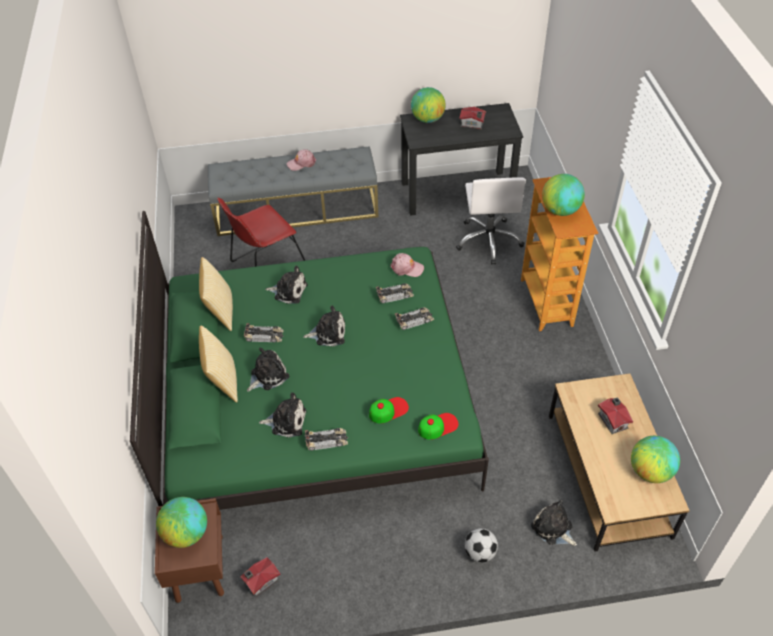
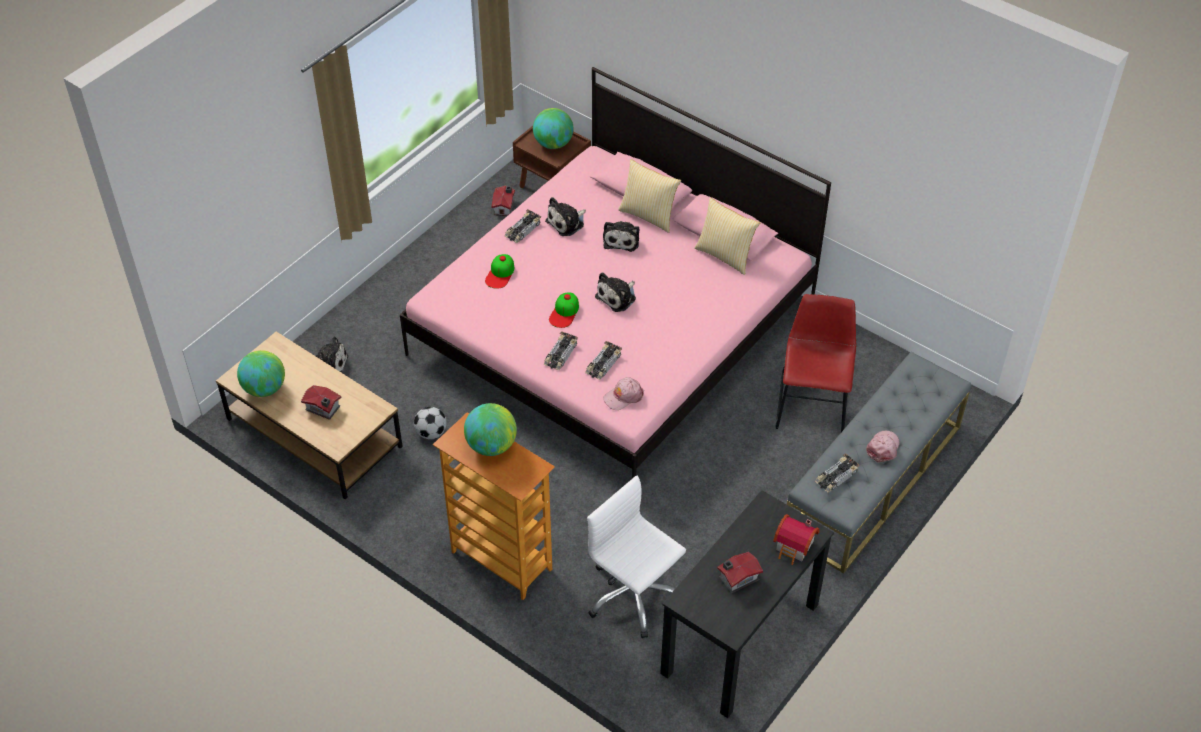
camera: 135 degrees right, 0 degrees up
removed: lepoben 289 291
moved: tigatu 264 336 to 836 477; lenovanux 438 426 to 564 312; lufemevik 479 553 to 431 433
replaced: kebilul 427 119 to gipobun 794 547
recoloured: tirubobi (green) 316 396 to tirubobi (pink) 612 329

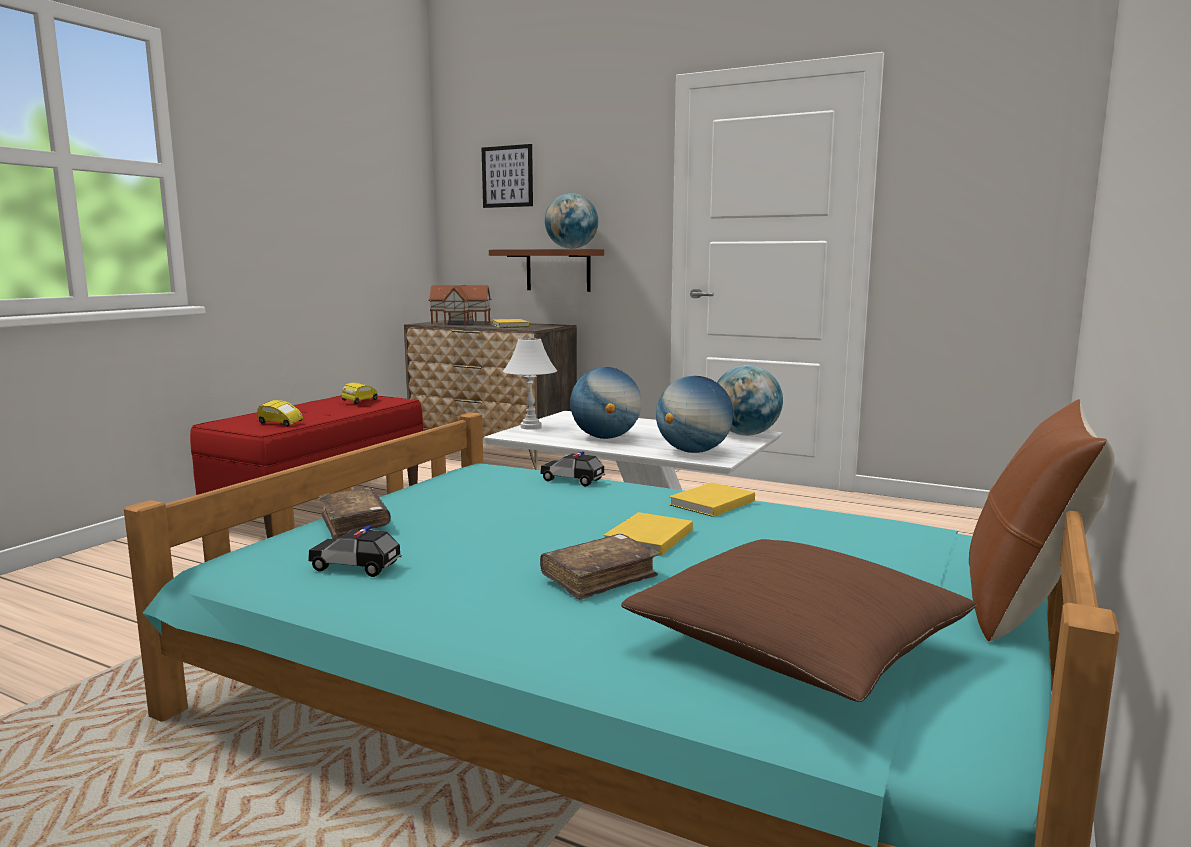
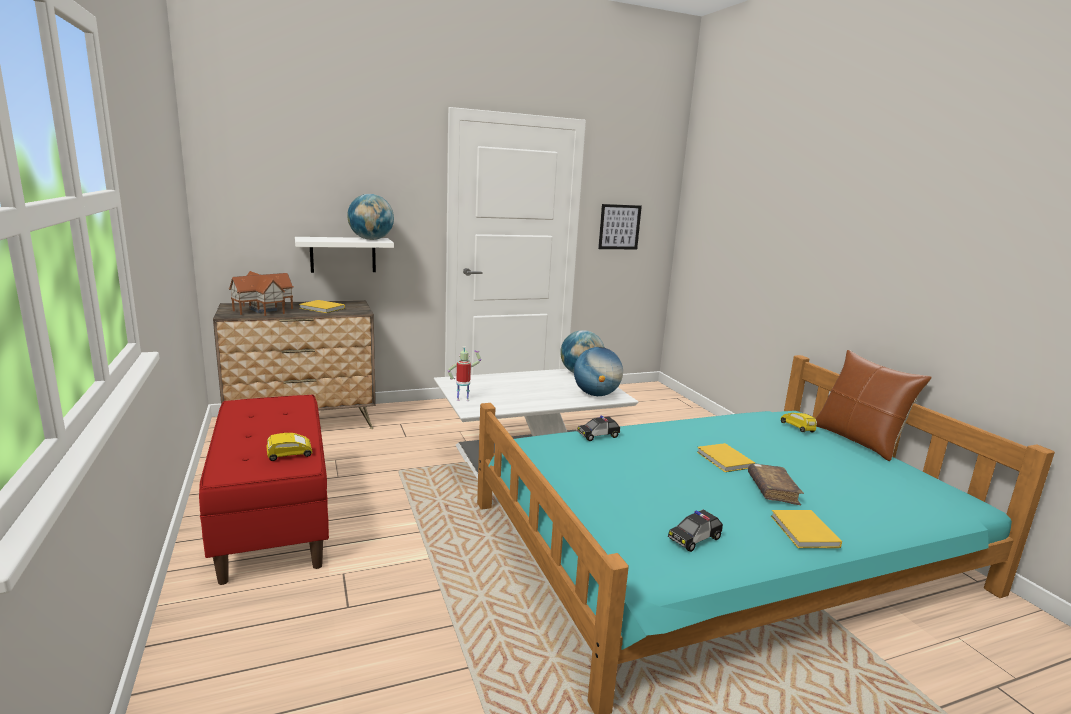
camera: 50 degrees left, 5 degrees up
removed: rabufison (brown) 354 523; kebilul 605 437; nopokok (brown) 797 645
moved: tigatu (yellow) 361 401 to 797 428; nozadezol 507 176 to 619 227; rabufison (yellow) 709 503 to 804 532
replaced: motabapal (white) 531 427 to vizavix 463 399
recoloured: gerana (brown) 558 270 to gerana (white) 343 254

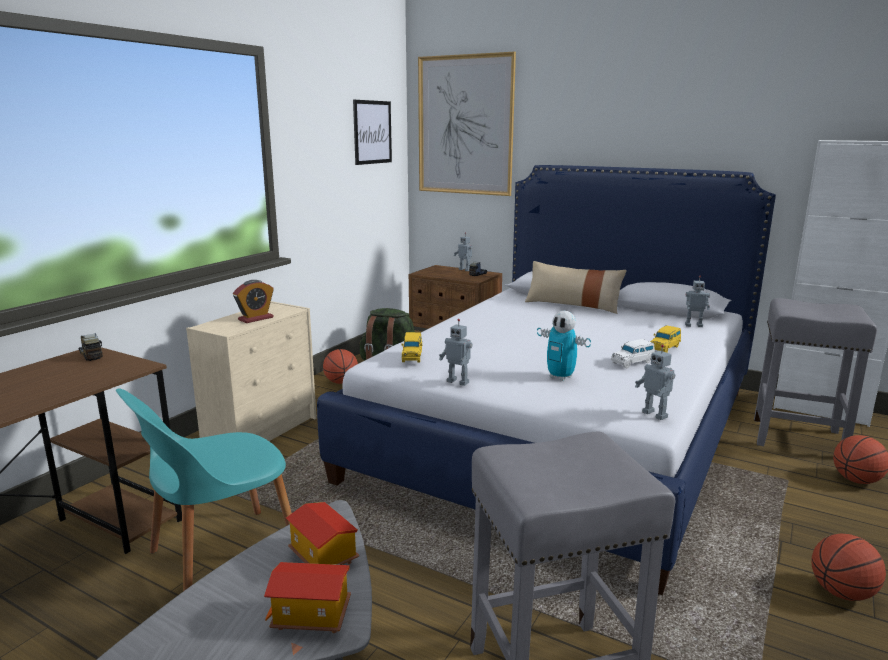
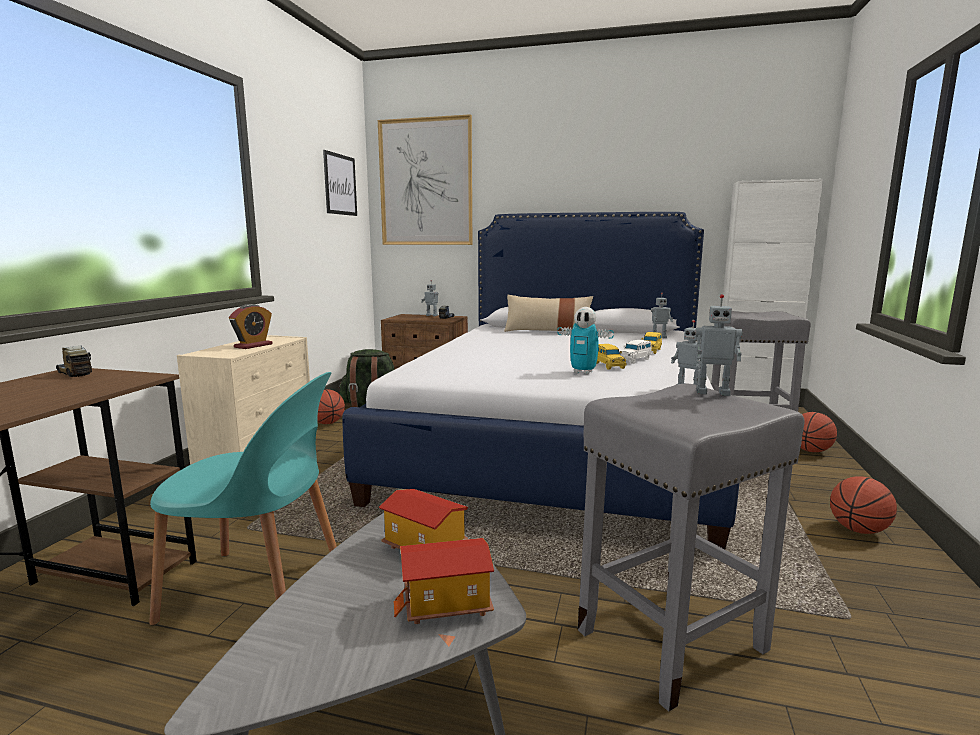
camera: 15 degrees left, 5 degrees down
moved: tigatu (yellow) 412 356 to 608 365; vizavix 458 382 to 712 392
turned: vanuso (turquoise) 220 557 = 258 590 120 degrees counterclockwise

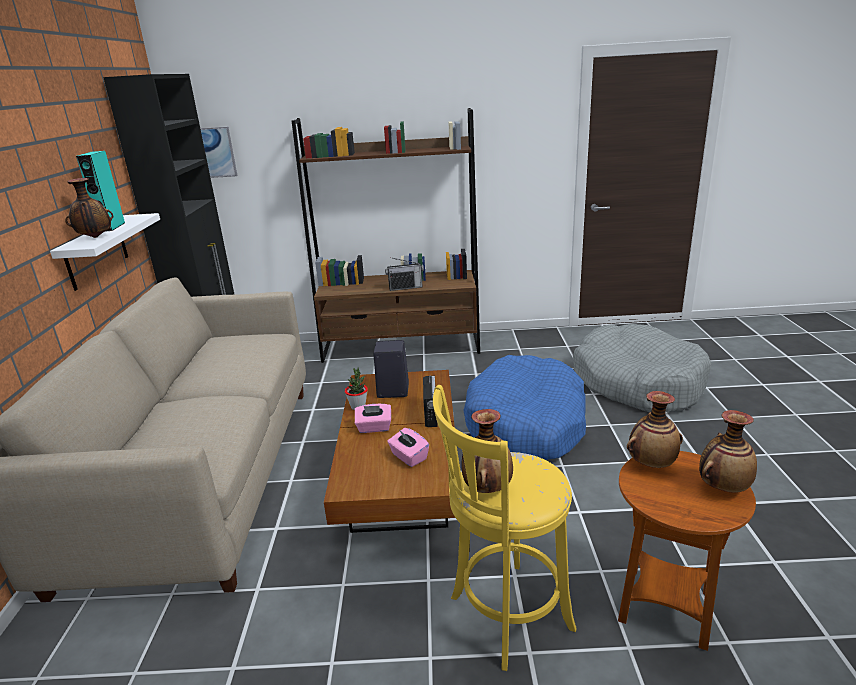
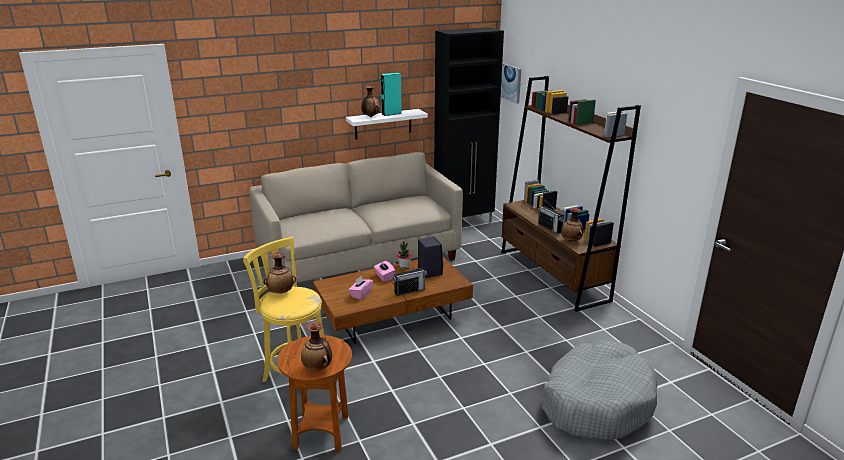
camera: 65 degrees right, 0 degrees up
removed: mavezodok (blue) 526 424
moved: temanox 651 463 to 571 241

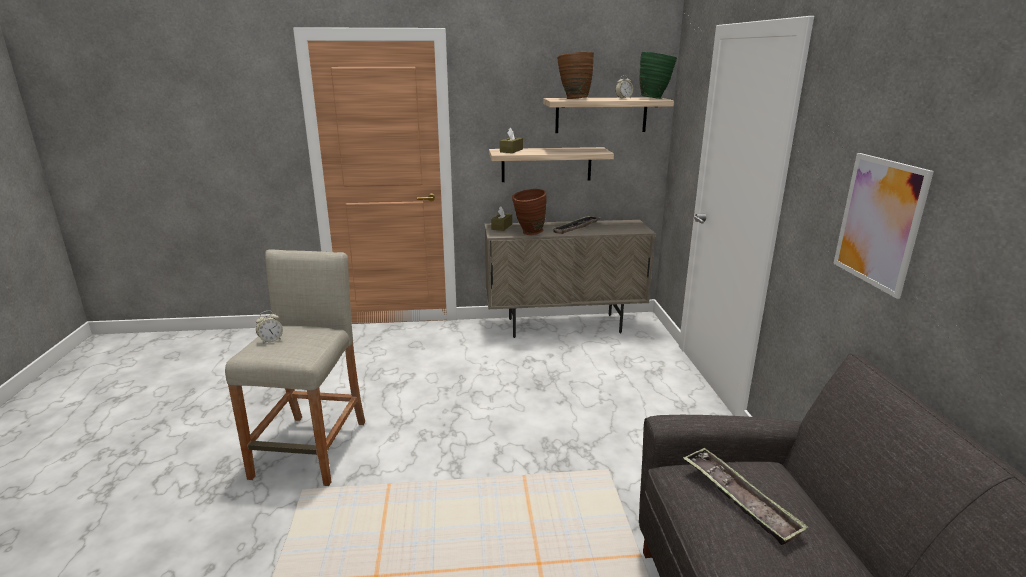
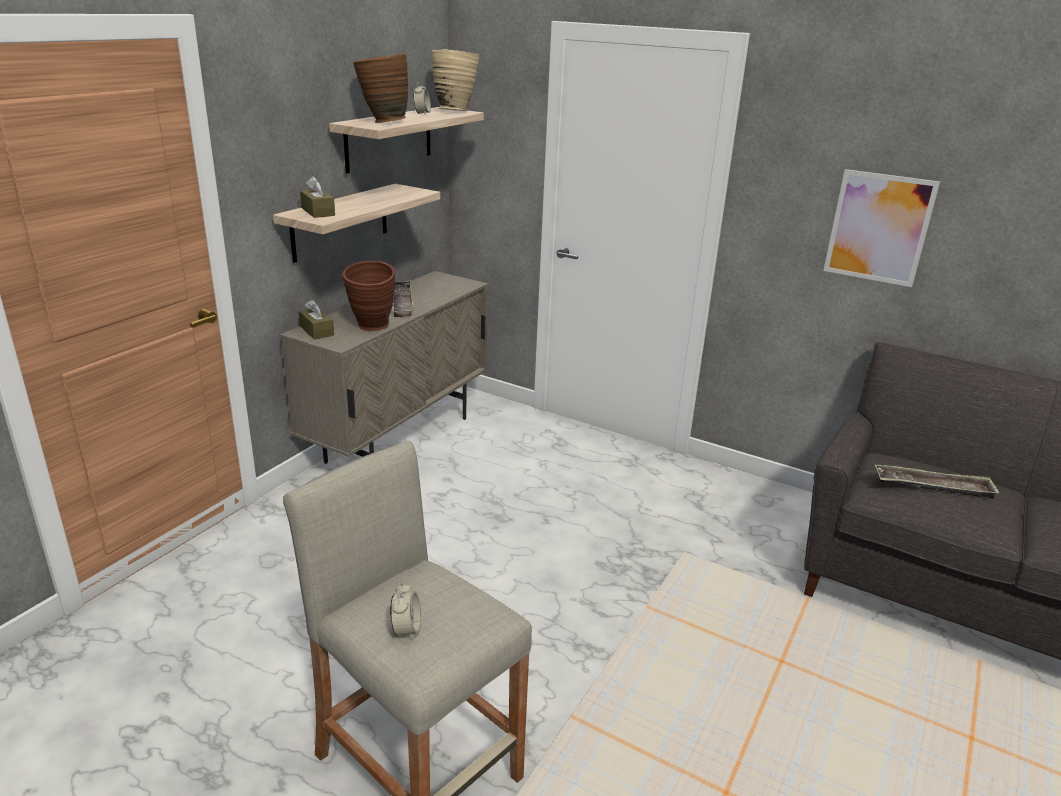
camera: 55 degrees left, 5 degrees up
recoloured: temanox (green) 655 98 to temanox (beige) 454 111

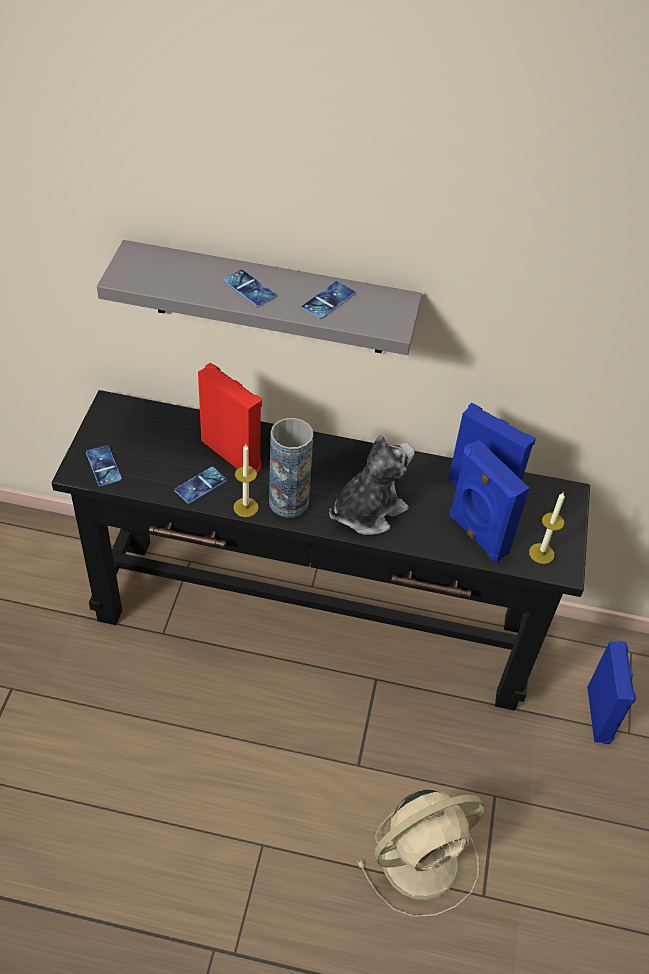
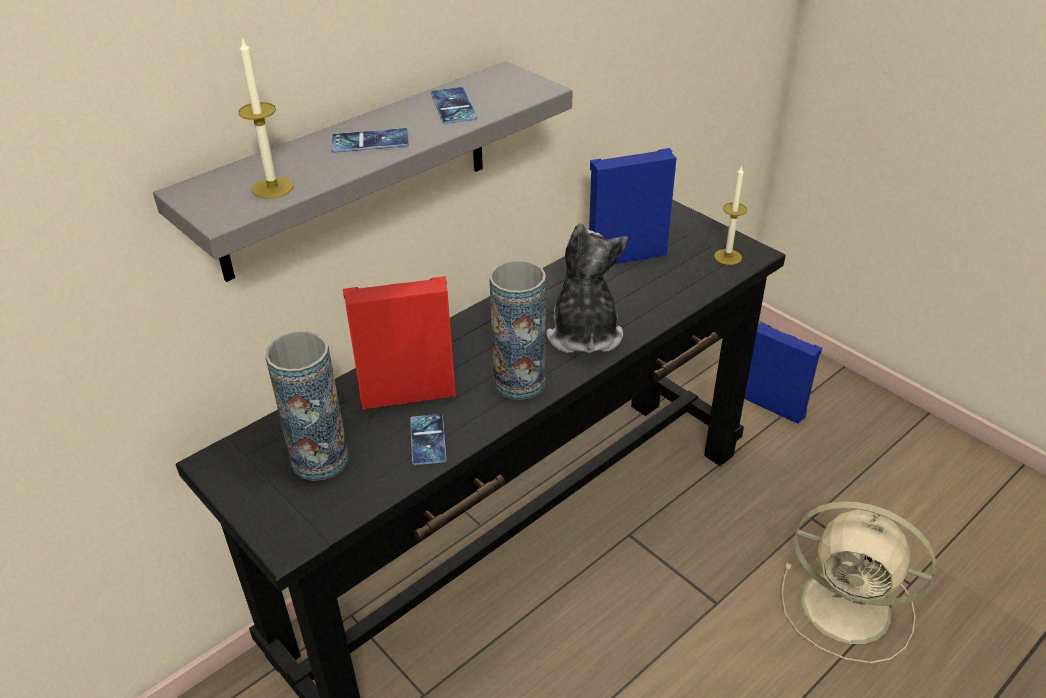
camera: 50 degrees left, 10 degrees down
removed: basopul 103 466; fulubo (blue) 476 535
added: temanox 320 459
moved: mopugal 245 507 to 272 188
turned: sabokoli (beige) 423 859 = 850 608 105 degrees clockwise

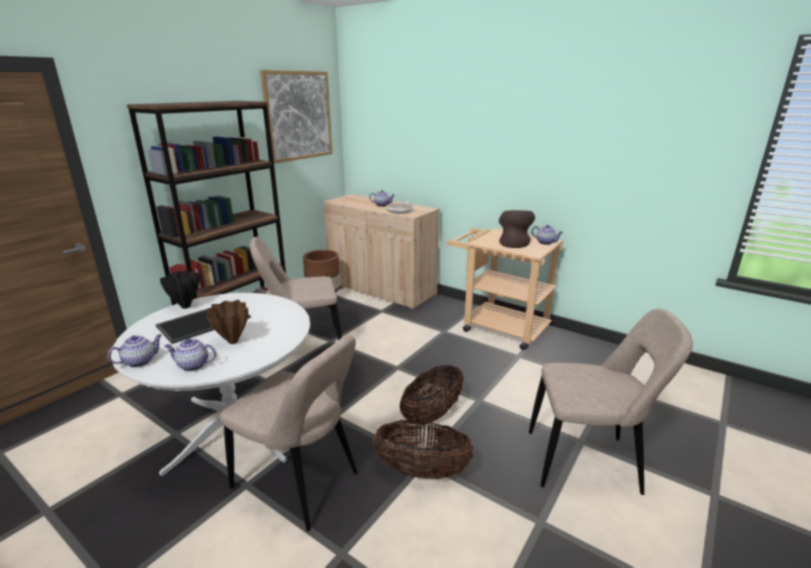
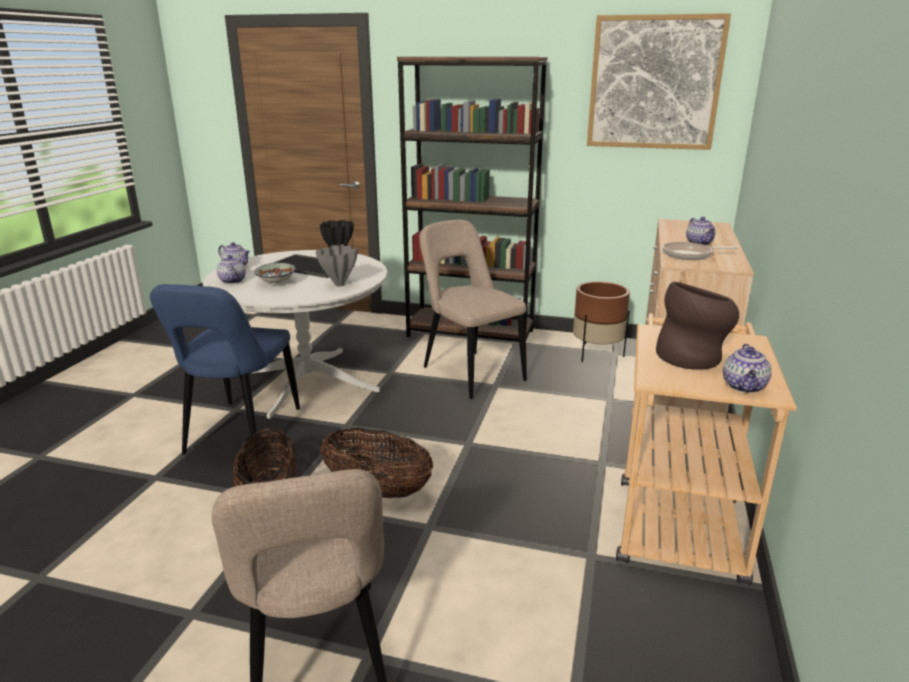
camera: 70 degrees right, 0 degrees up
added: temanox (grey) 339 285
replaced: temanox (brown) 232 341 to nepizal 277 282
recoloured: vanuso (beige) 300 483 to vanuso (blue) 240 434

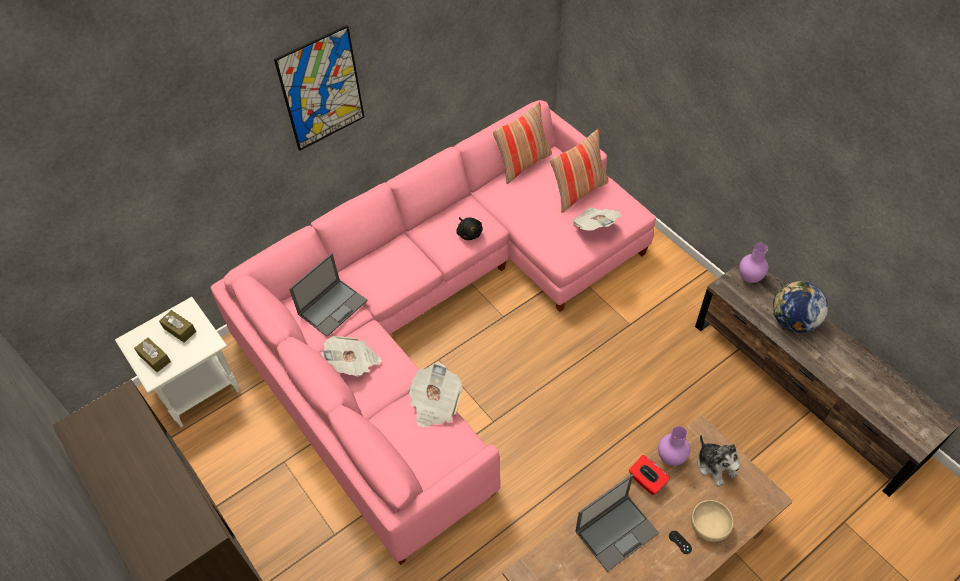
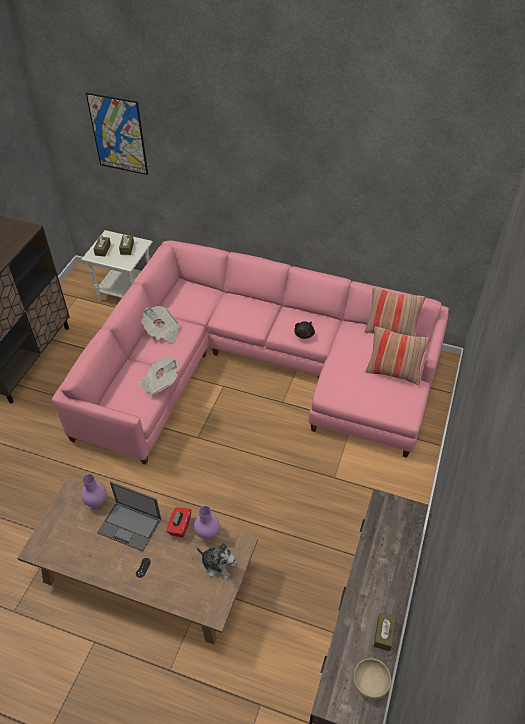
camera: 55 degrees right, 5 degrees down
removed: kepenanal 333 307; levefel 594 226; kebilul 792 321
added: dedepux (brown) 383 634
moved: nozadezol 321 89 to 118 134; nepizal (beige) 709 526 to 369 682; temanox (purple) 749 277 to 97 501
turned: lepoben 715 466 = 218 565 90 degrees counterclockwise

